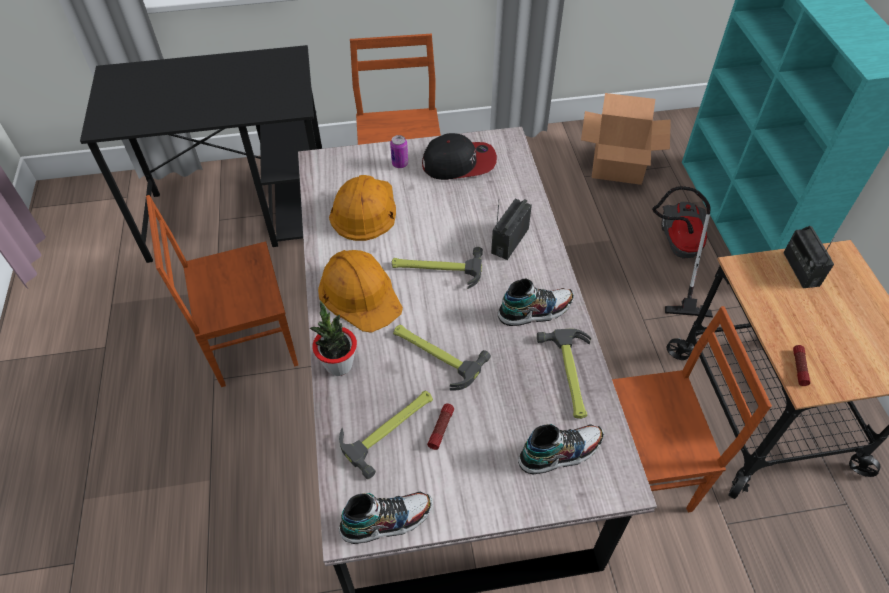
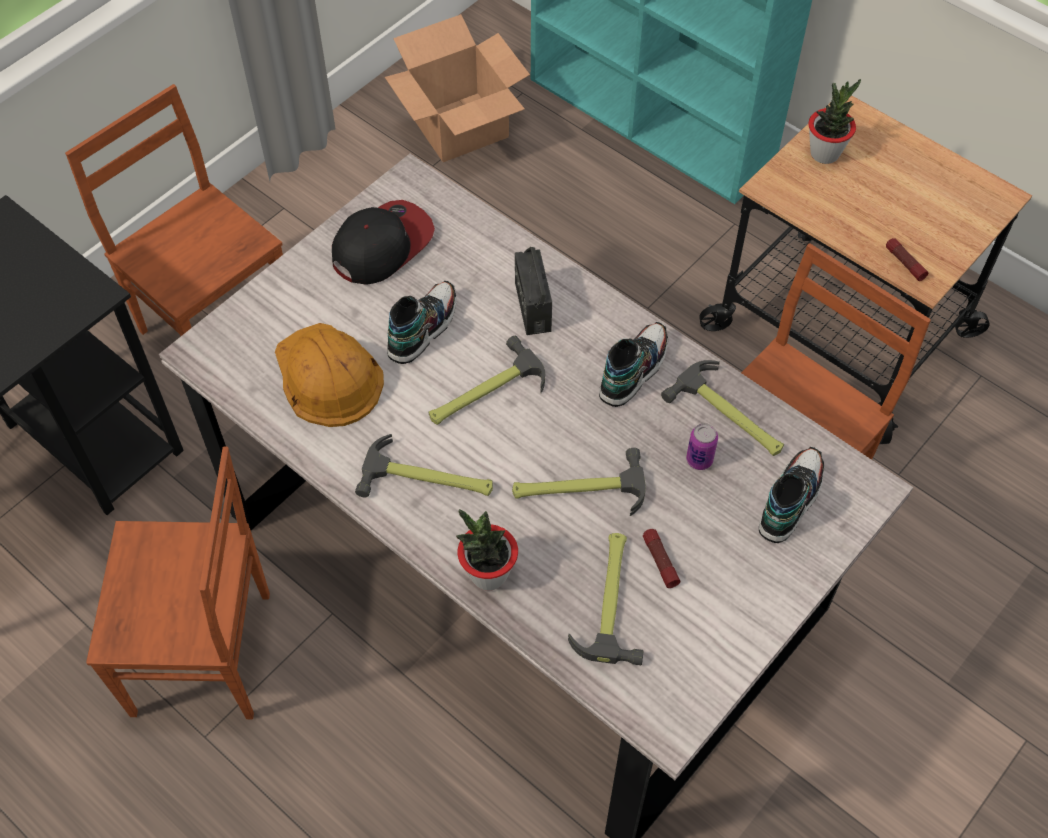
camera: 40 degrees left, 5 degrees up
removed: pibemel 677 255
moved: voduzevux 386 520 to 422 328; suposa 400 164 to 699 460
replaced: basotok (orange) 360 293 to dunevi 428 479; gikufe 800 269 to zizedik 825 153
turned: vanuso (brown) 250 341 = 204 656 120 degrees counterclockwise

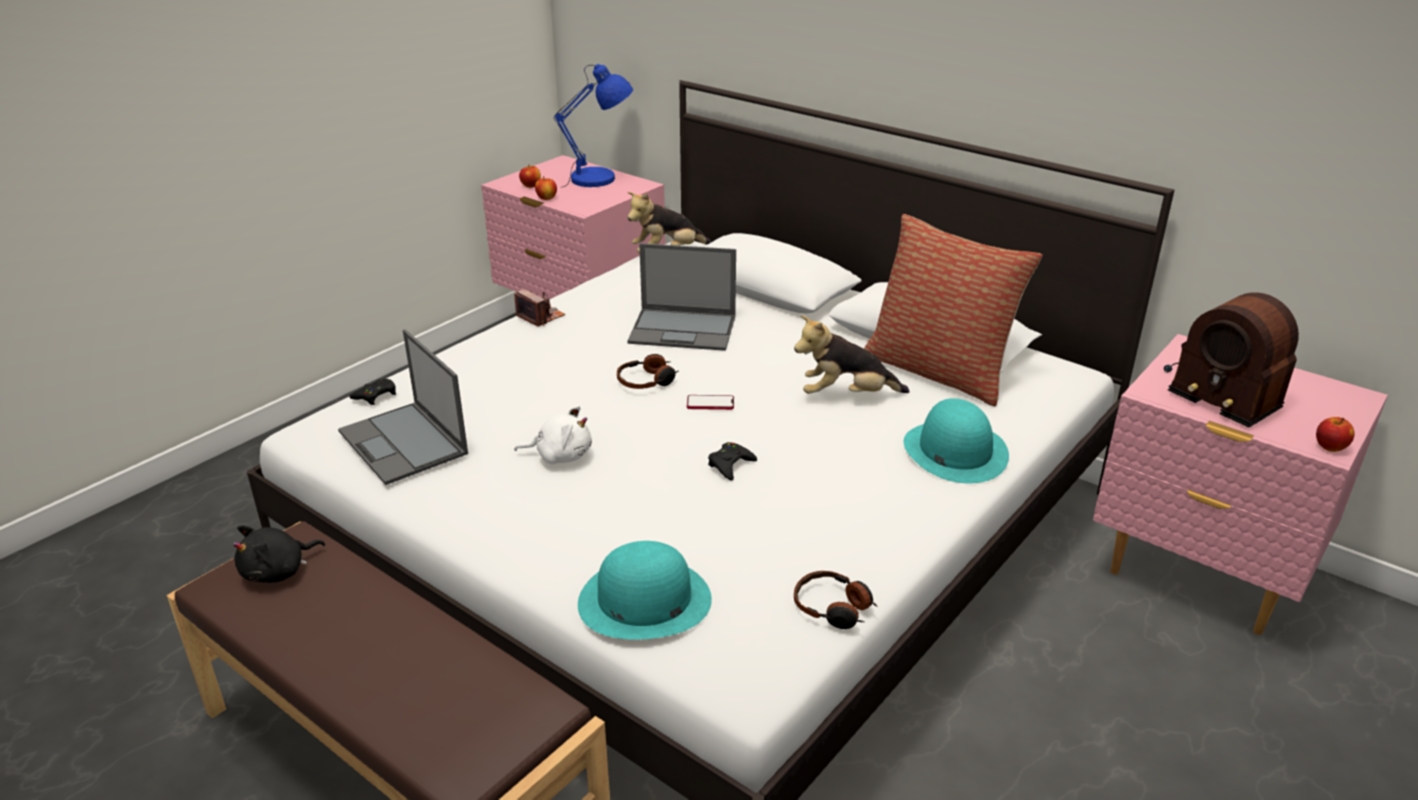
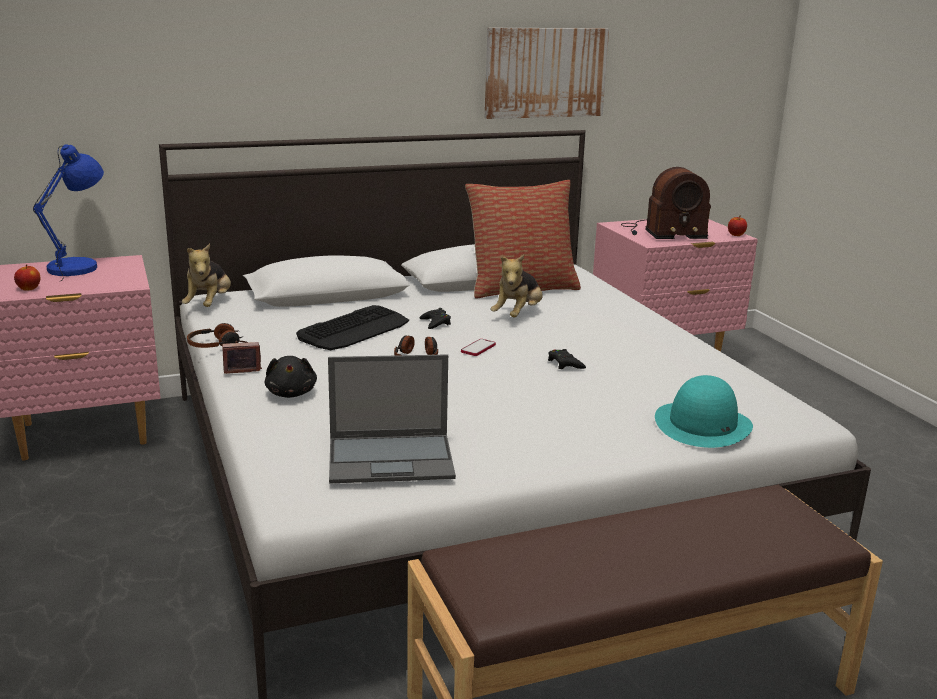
camera: 60 degrees left, 10 degrees down
removed: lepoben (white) 560 455; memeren 546 198; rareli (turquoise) 954 451
added: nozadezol 545 72
moved: lepoben (black) 278 571 to 291 393; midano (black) 375 395 to 435 323; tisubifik 833 608 to 215 345
replaced: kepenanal 684 330 to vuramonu 354 329

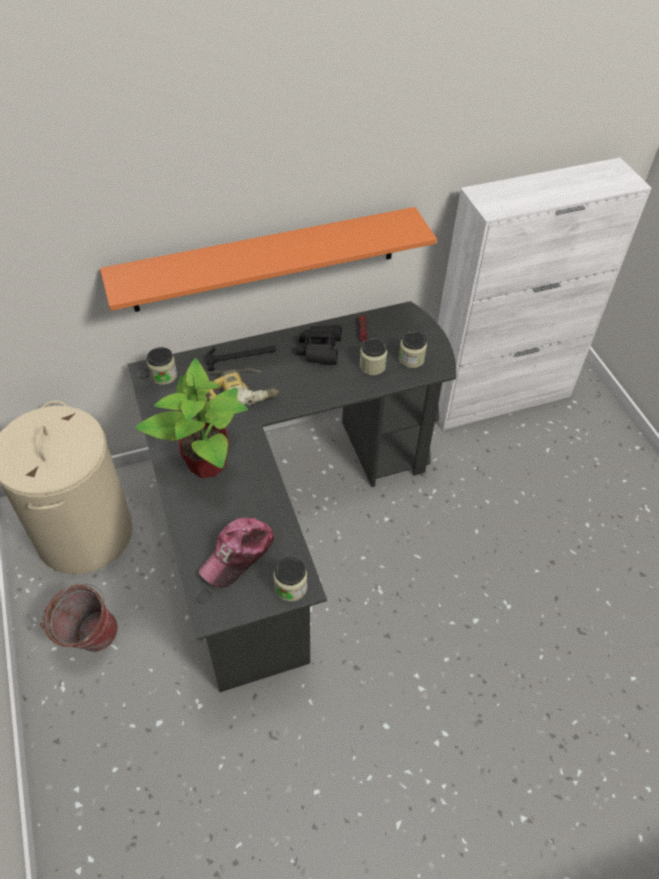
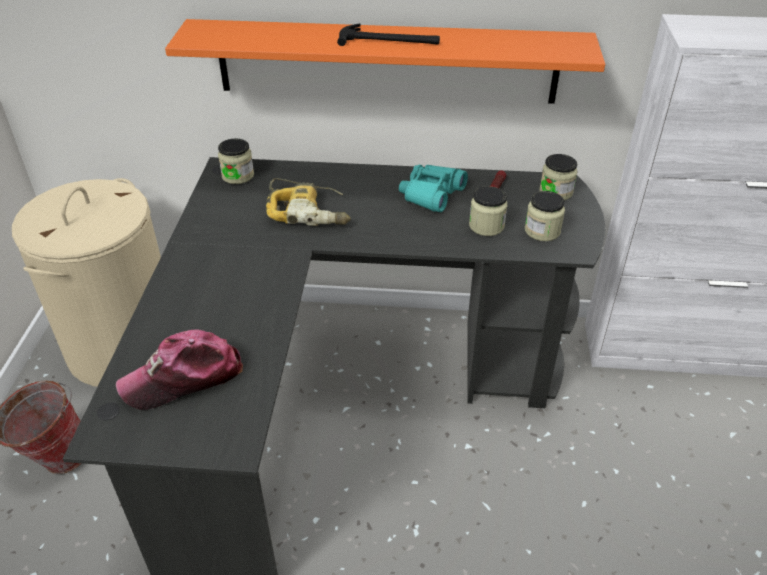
camera: 25 degrees right, 10 degrees down
removed: zizedik 207 462
moved: dunevi 241 356 to 389 40; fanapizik 290 587 to 555 192
recoloured: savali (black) 320 349 to savali (turquoise) 431 194

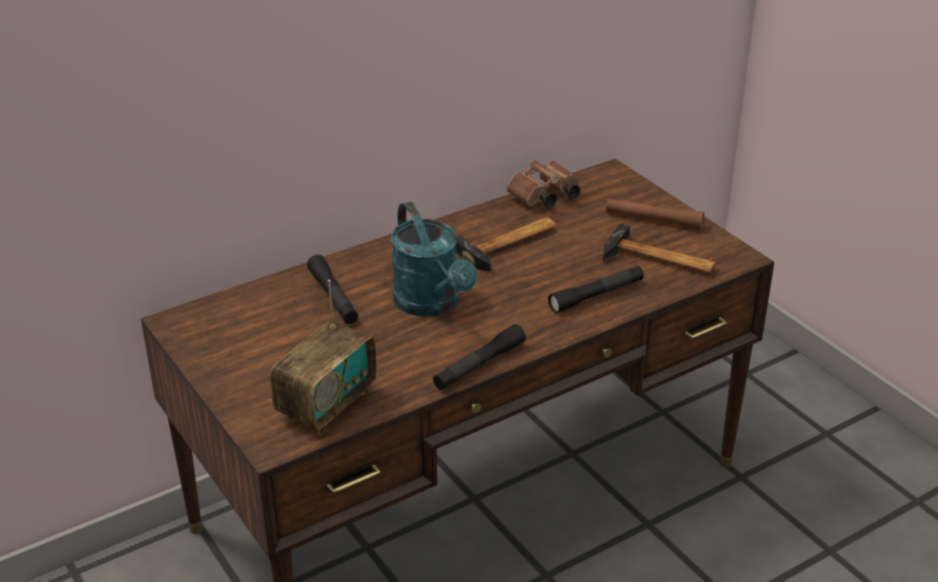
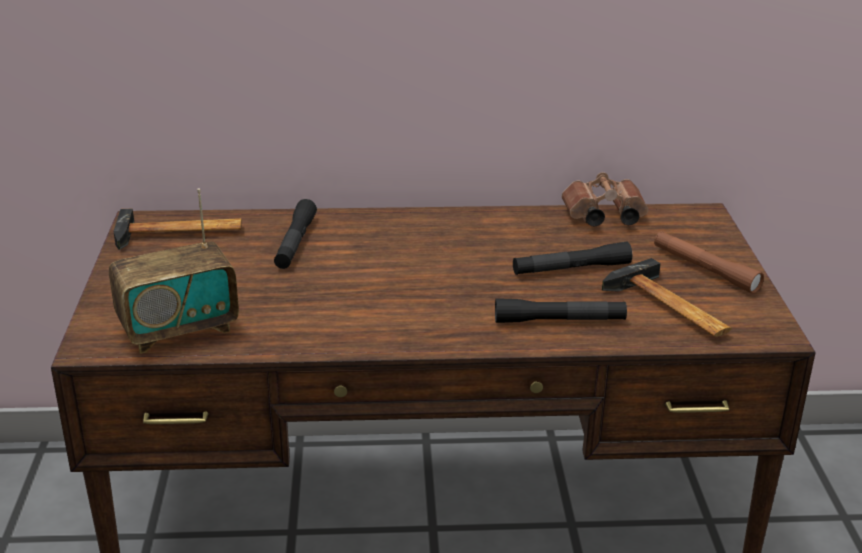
camera: 30 degrees right, 5 degrees down
removed: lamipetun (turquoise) 432 304
moved: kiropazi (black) 479 365 to 571 269; dunevi 511 245 to 180 234

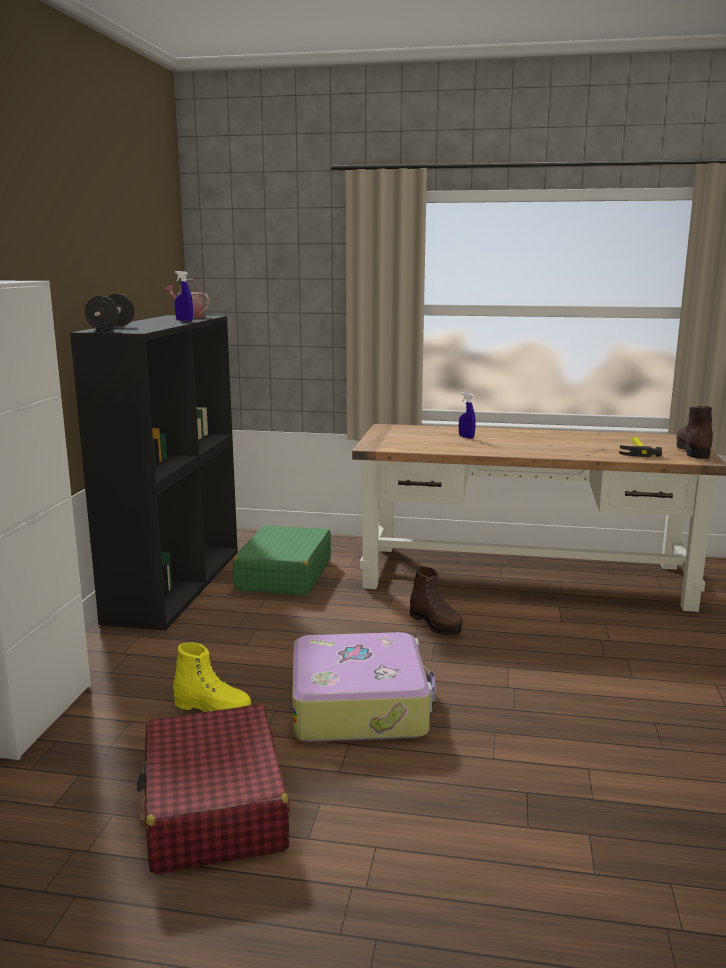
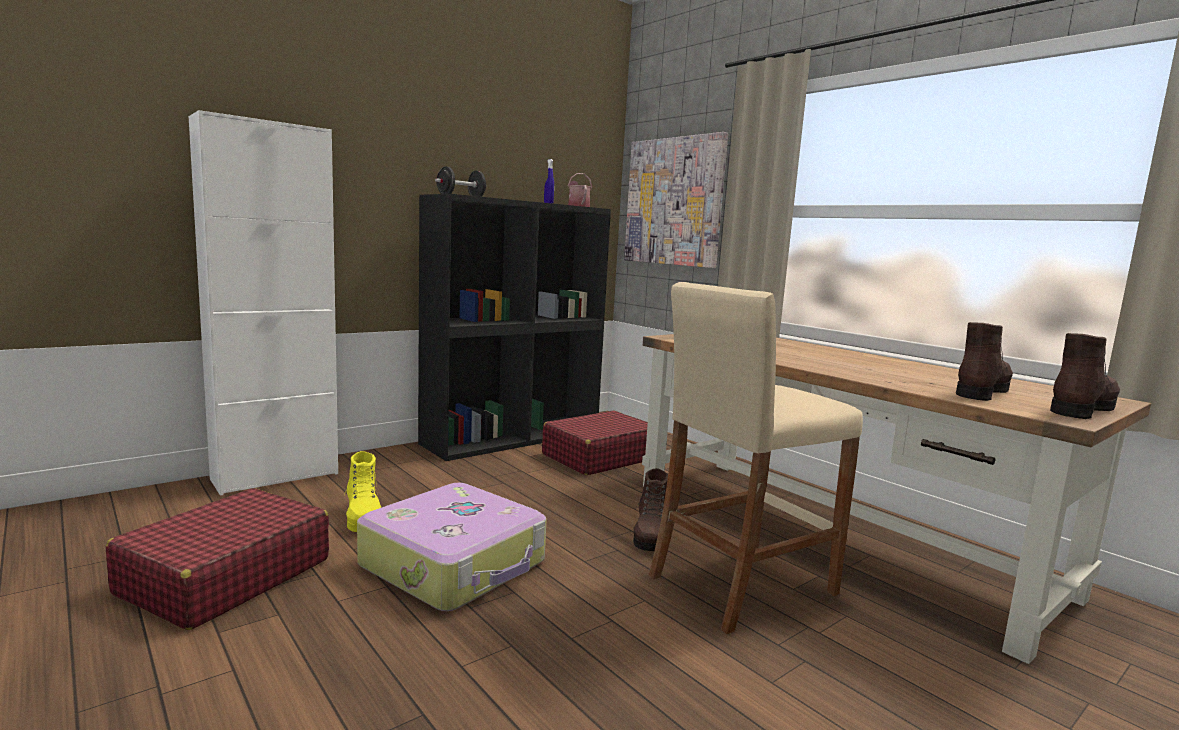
camera: 40 degrees right, 5 degrees down
removed: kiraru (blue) 466 437
added: nozadezol 674 202; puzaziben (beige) 741 584
replaced: dunevi 636 449 to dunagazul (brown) 981 391
recoloured: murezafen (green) 284 575 to murezafen (red) 599 457

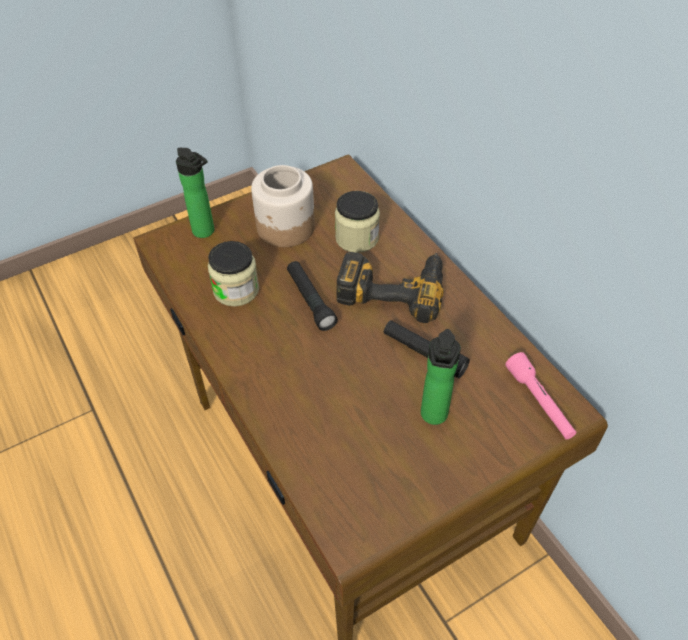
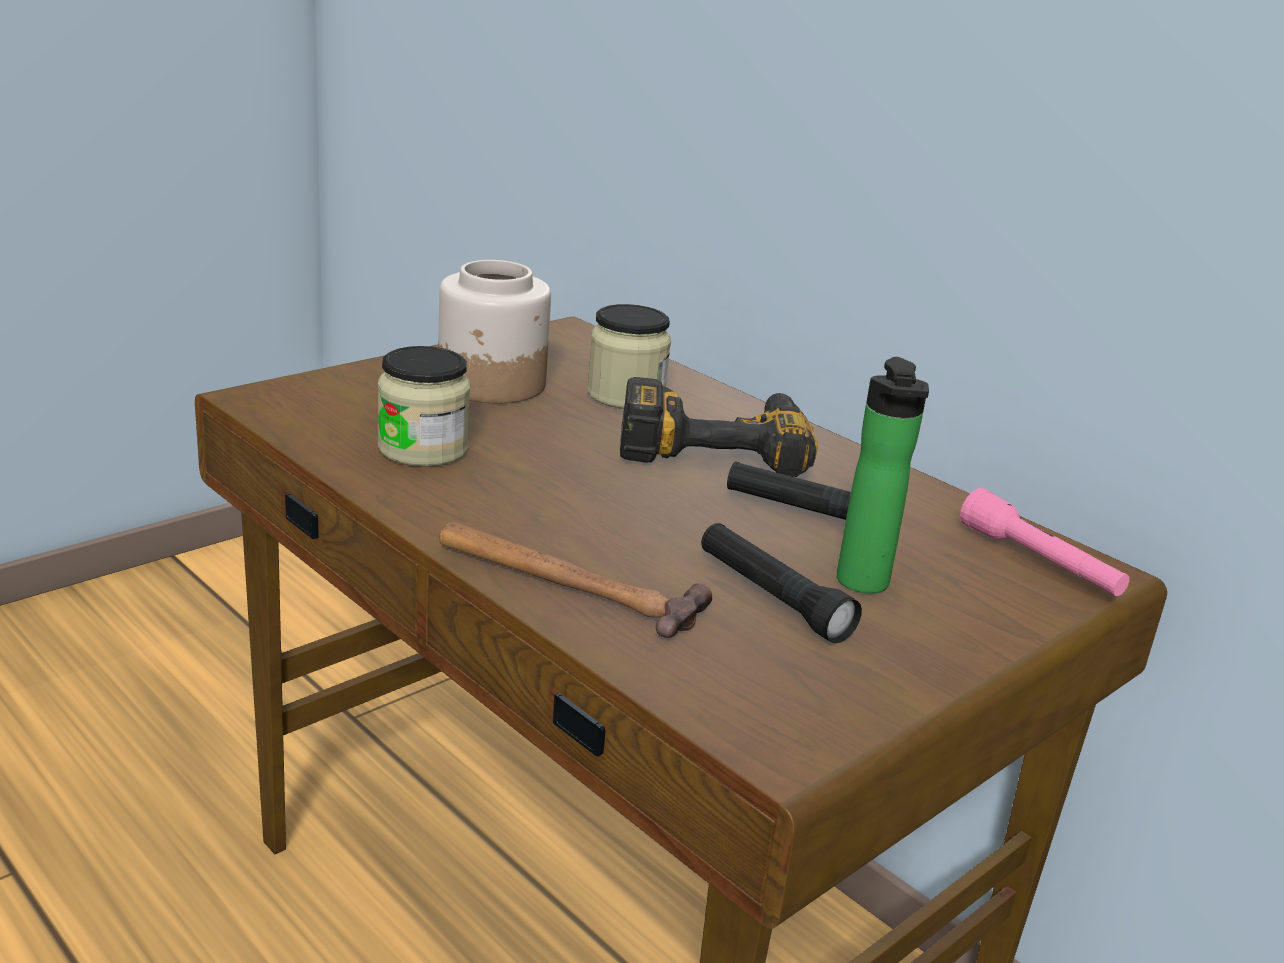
camera: 15 degrees left, 25 degrees down
removed: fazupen 206 232
added: dunevi 566 583
moved: kiropazi (black) 310 300 to 772 597

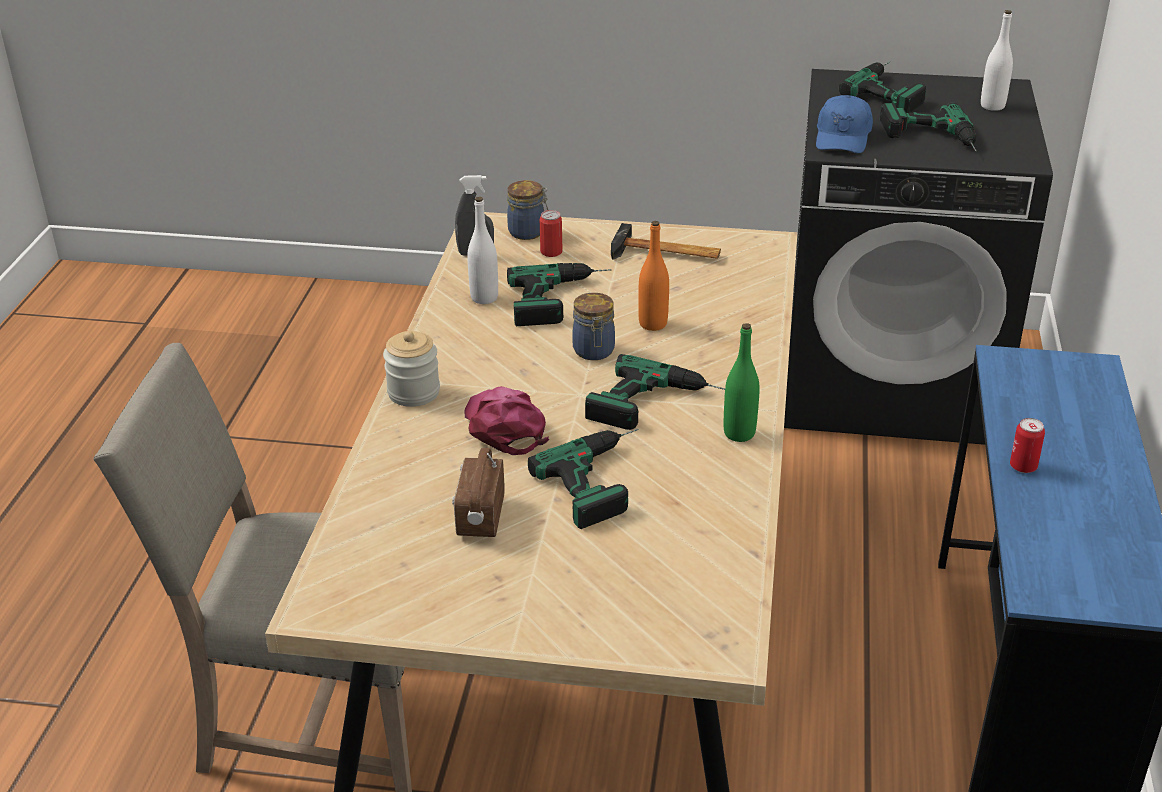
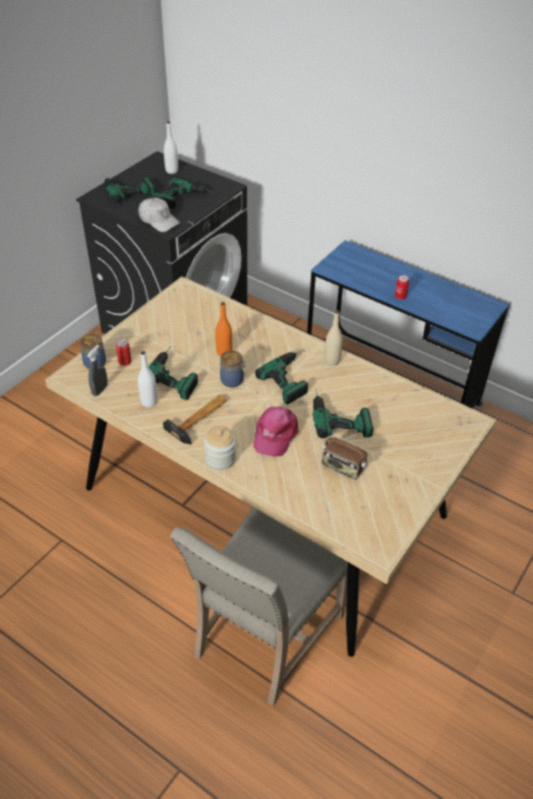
camera: 65 degrees left, 10 degrees up
moved: dunevi 666 254 to 200 419
recoloured: fazupen (green) 739 433 to fazupen (beige) 332 360; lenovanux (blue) 843 137 to lenovanux (white) 158 220
turned: lenovanux (pink) 505 426 = 275 434 75 degrees counterclockwise

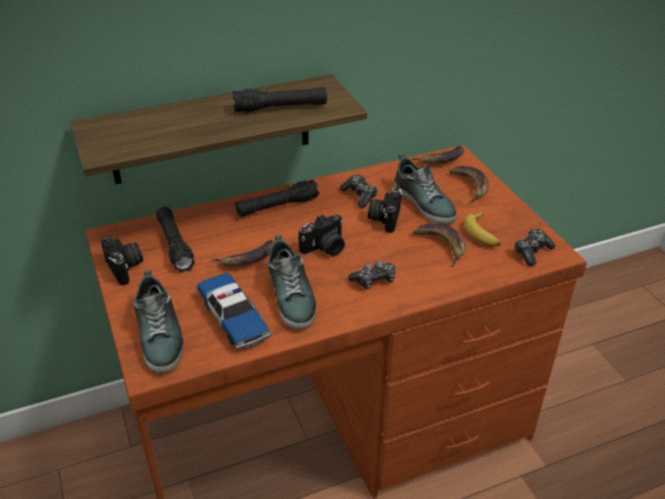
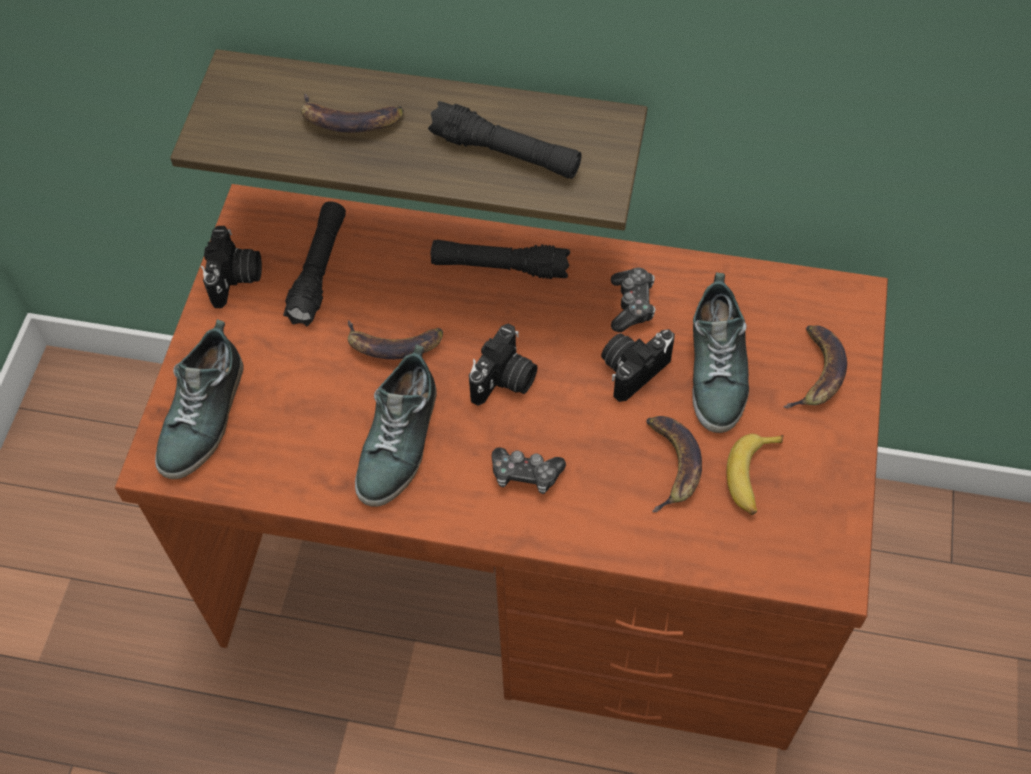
camera: 35 degrees right, 20 degrees up
removed: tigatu 233 317; midano 532 252
moved: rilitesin 441 160 to 348 121
turned: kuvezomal 325 248 = 505 381 60 degrees counterclockwise

